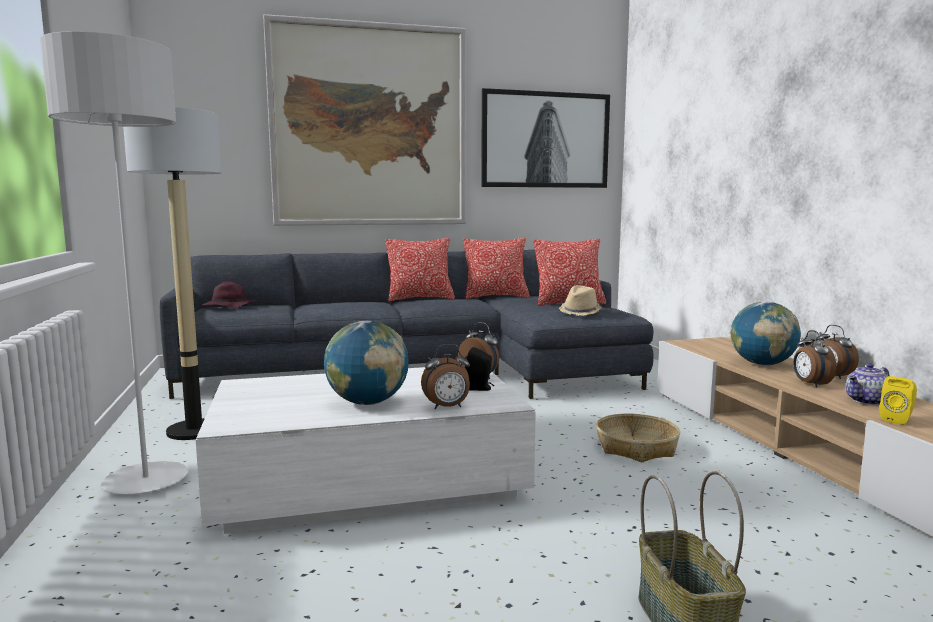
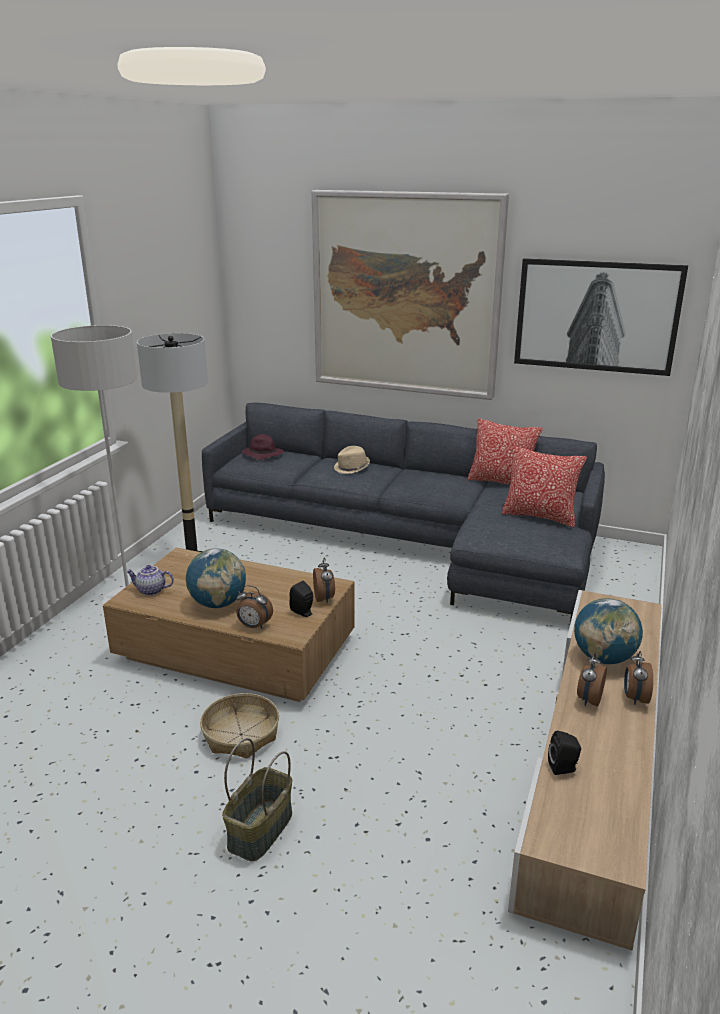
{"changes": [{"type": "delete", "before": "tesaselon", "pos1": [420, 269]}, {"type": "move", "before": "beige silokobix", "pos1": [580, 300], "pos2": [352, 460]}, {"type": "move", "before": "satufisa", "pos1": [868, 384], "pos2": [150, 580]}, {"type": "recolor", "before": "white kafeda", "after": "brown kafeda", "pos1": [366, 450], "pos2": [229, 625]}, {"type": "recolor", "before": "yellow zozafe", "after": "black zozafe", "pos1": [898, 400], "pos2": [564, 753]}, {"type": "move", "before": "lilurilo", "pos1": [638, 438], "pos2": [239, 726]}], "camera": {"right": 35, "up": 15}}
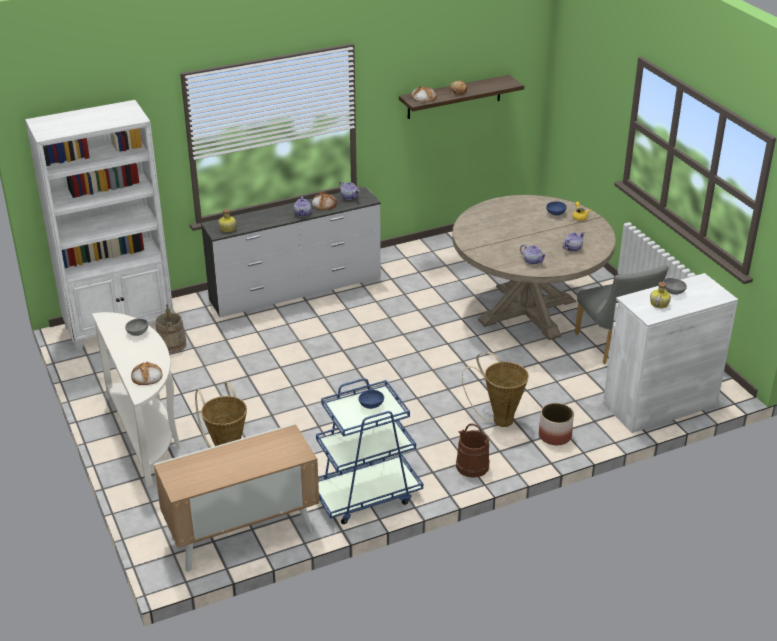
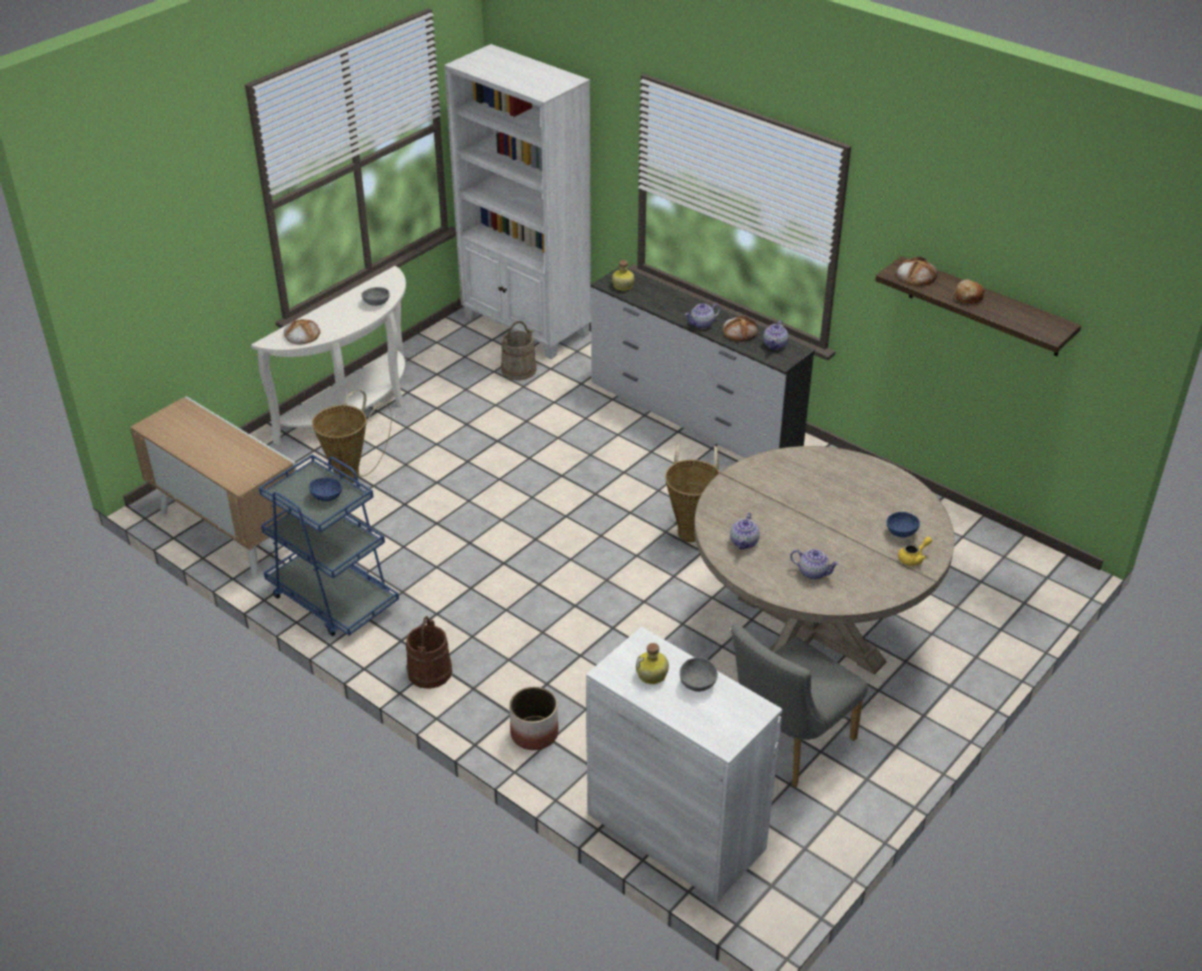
{"changes": [{"type": "move", "before": "lilurilo", "pos1": [495, 389], "pos2": [692, 492]}], "camera": {"right": 65, "up": 5}}
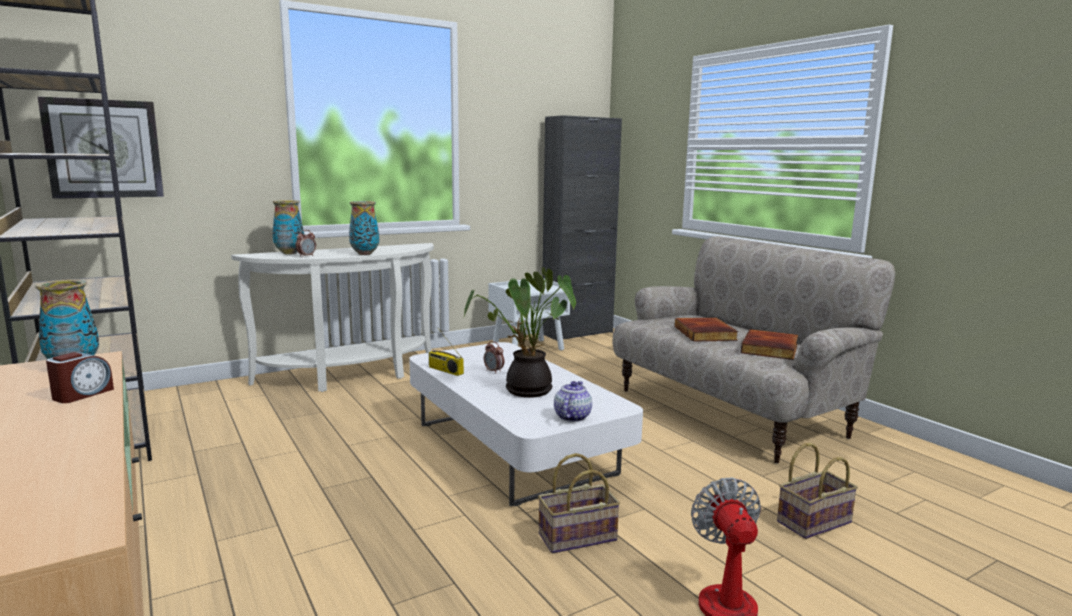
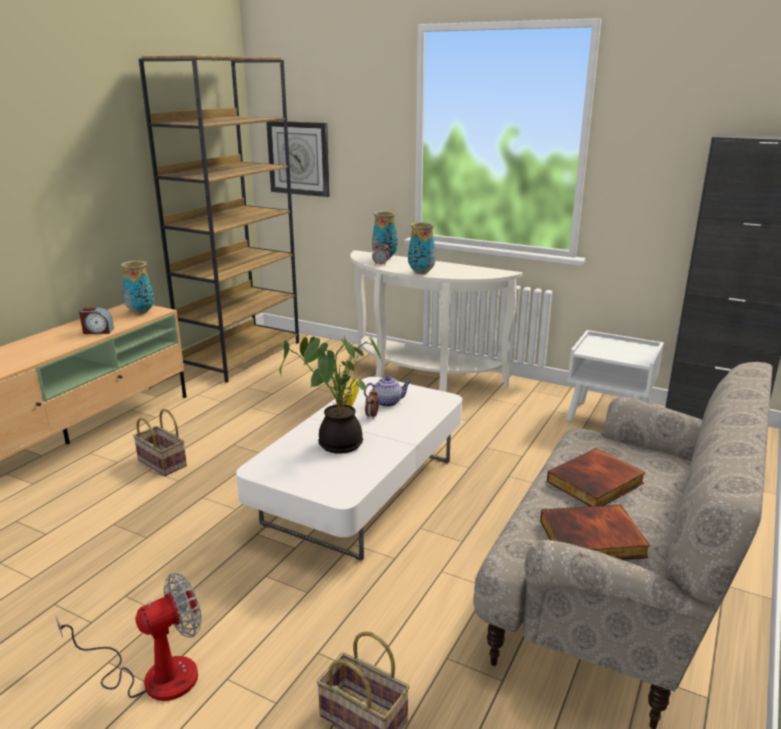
{"changes": [{"type": "move", "before": "satufisa", "pos1": [573, 401], "pos2": [387, 391]}, {"type": "move", "before": "lilurilo", "pos1": [579, 503], "pos2": [160, 442]}], "camera": {"right": 60, "up": 10}}
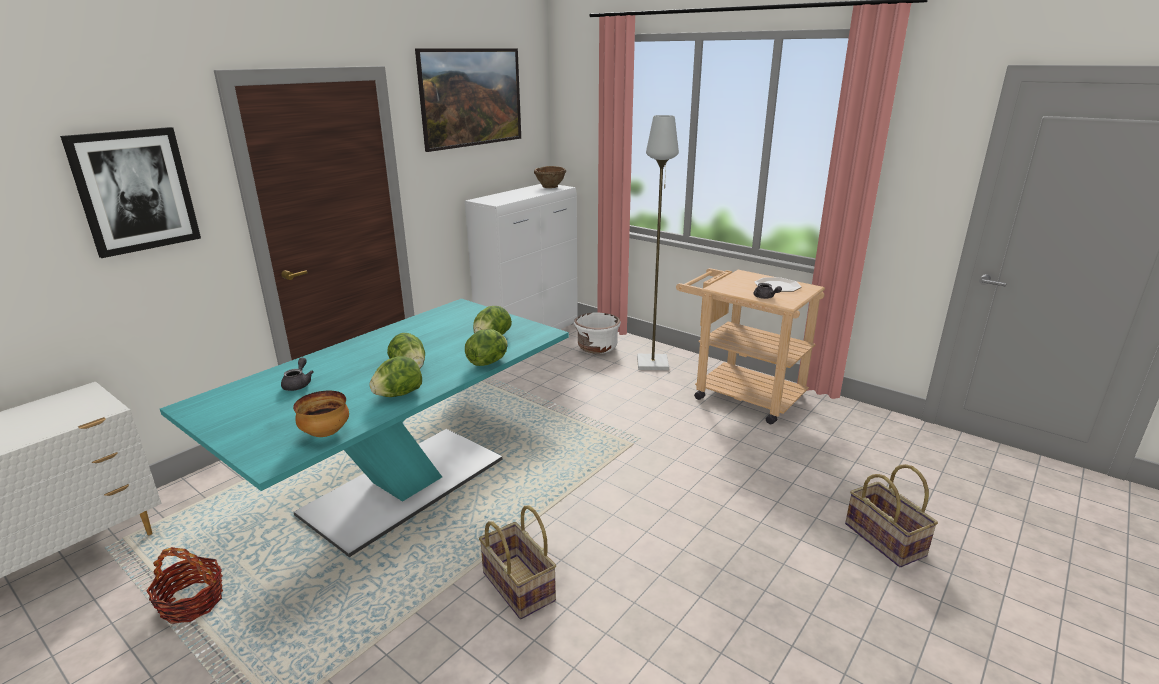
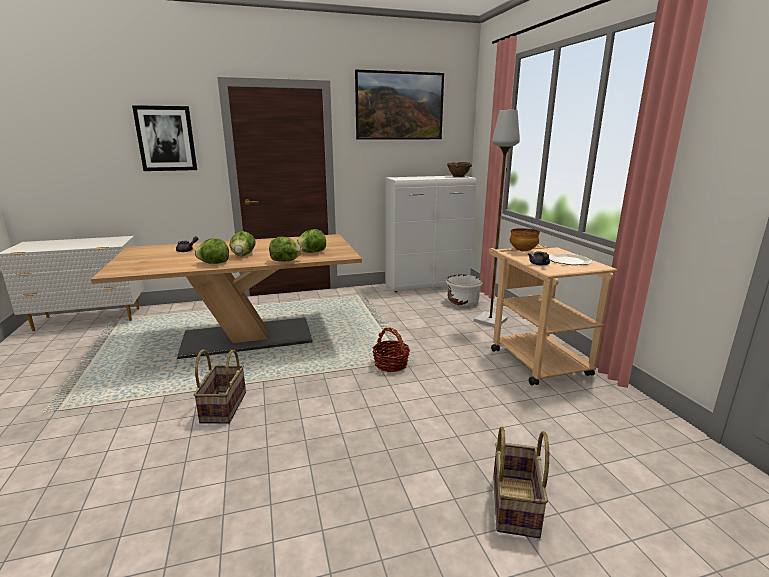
{"changes": [{"type": "recolor", "before": "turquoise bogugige", "after": "beige bogugige", "pos1": [364, 428], "pos2": [226, 296]}, {"type": "move", "before": "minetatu", "pos1": [321, 414], "pos2": [525, 239]}, {"type": "move", "before": "lilurilo", "pos1": [184, 585], "pos2": [391, 350]}], "camera": {"right": 35, "up": -5}}
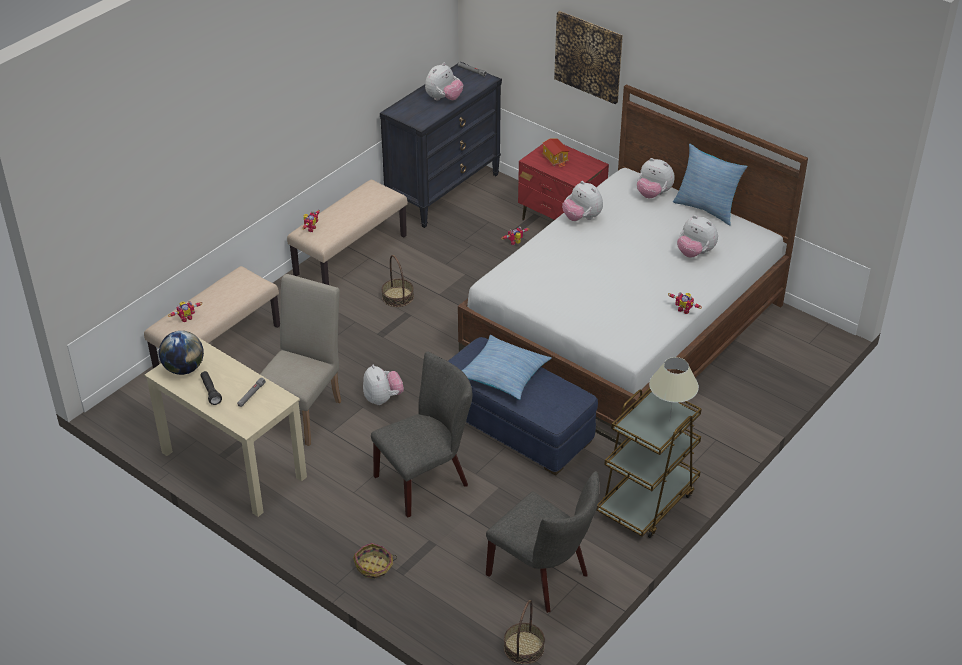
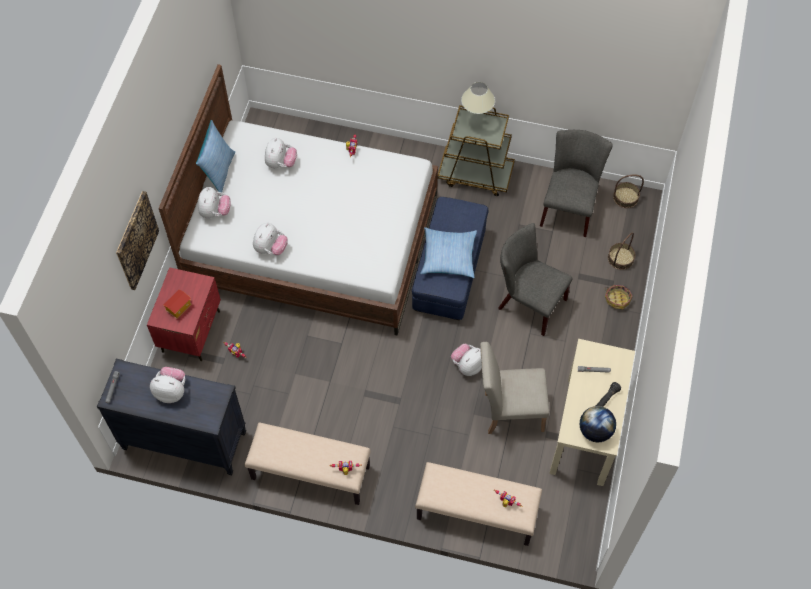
{"changes": [{"type": "move", "before": "lilurilo", "pos1": [398, 281], "pos2": [622, 251]}], "camera": {"right": -115, "up": 20}}
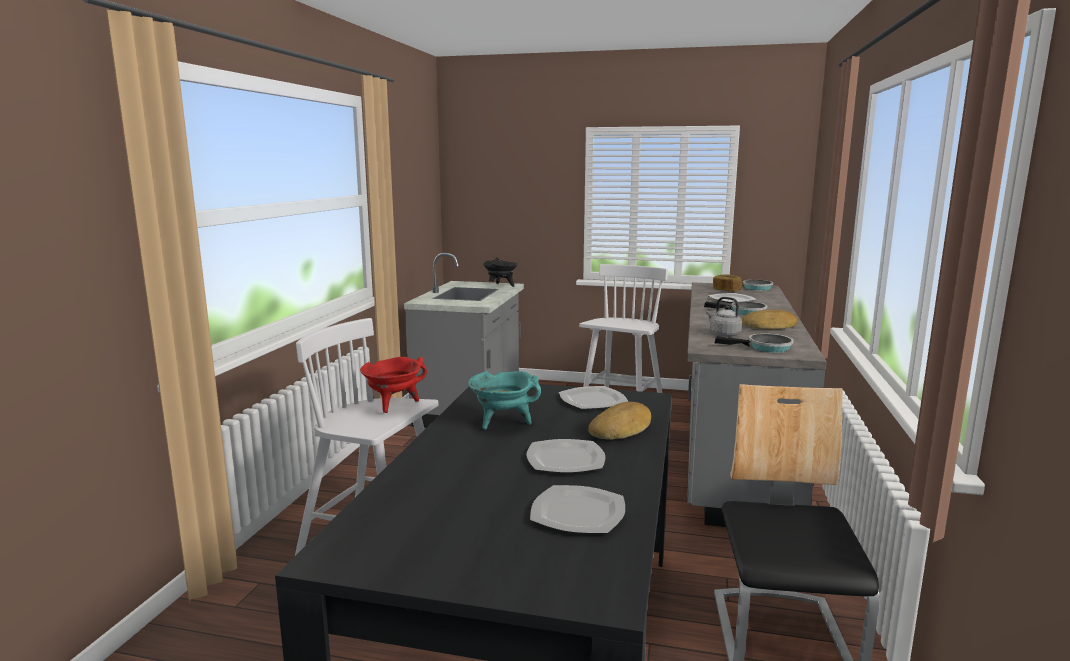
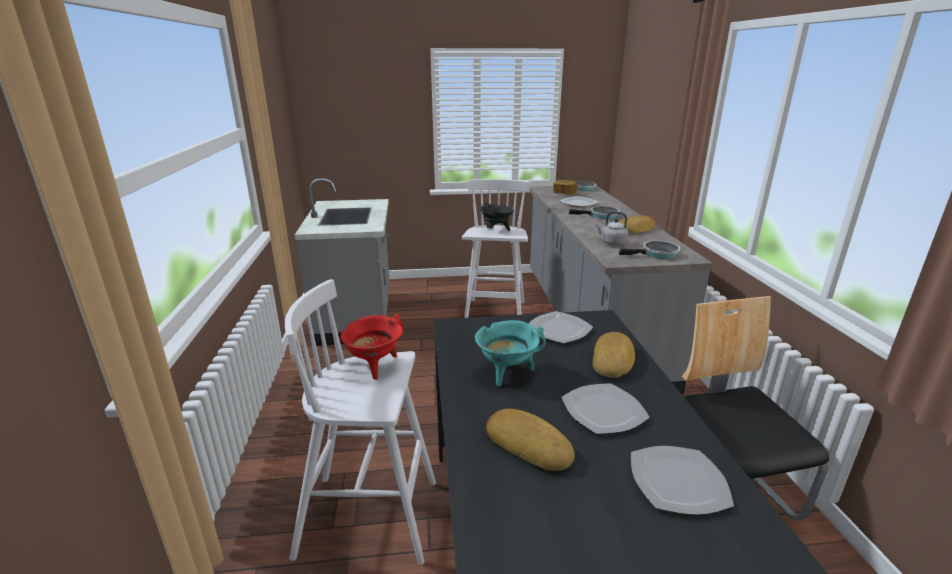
{"changes": [{"type": "move", "before": "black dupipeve", "pos1": [500, 272], "pos2": [497, 216]}, {"type": "insert", "after": "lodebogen", "pos2": [530, 440]}], "camera": {"right": -20, "up": 10}}
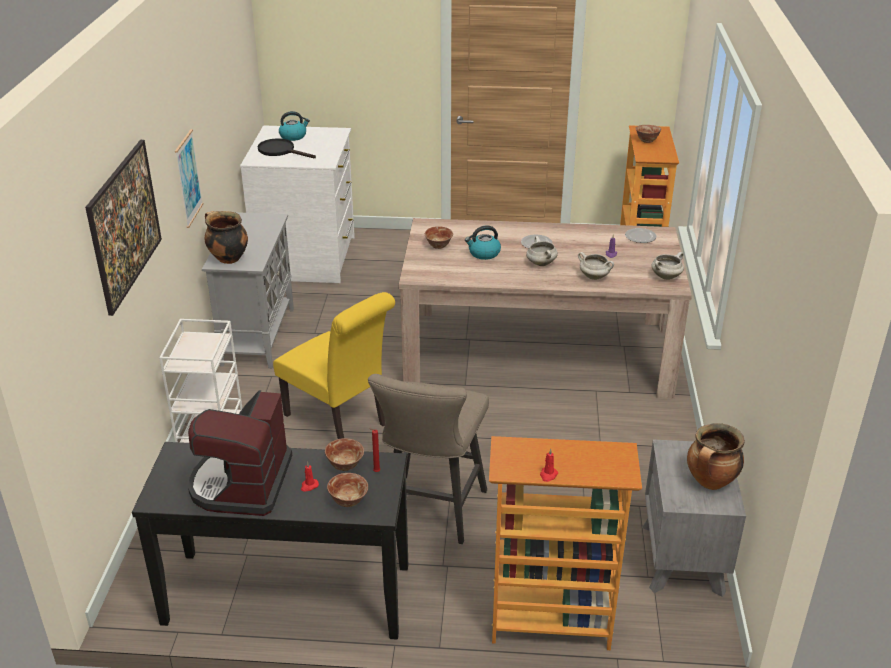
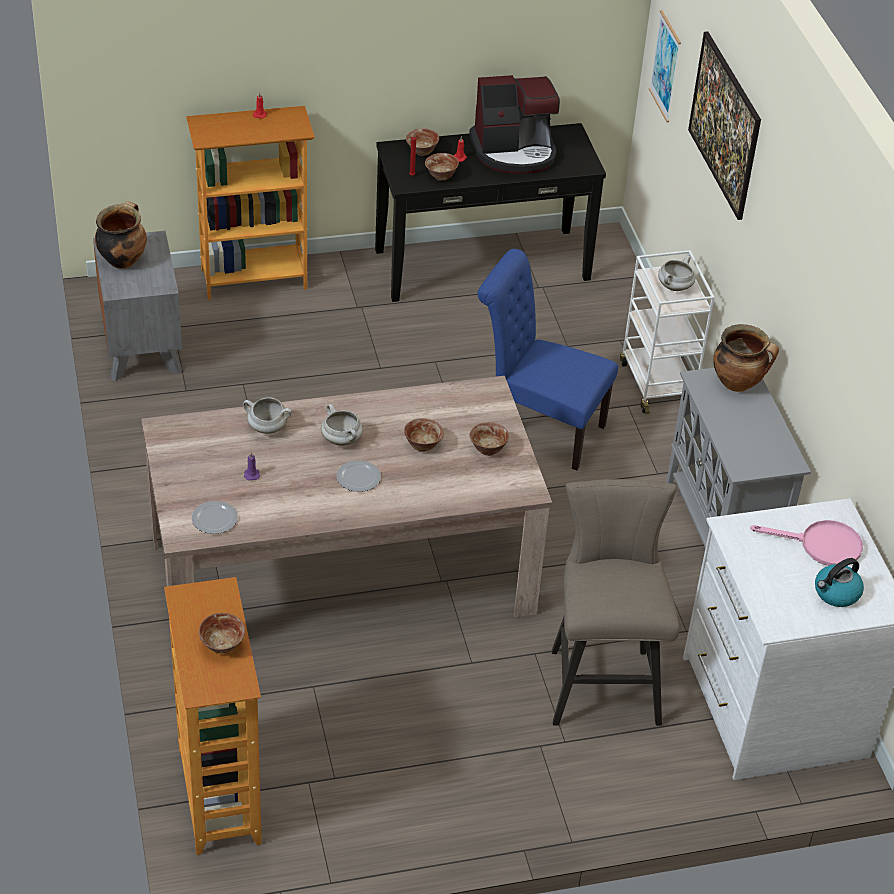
{"changes": [{"type": "move", "before": "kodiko", "pos1": [189, 178], "pos2": [665, 66]}, {"type": "recolor", "before": "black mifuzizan", "after": "pink mifuzizan", "pos1": [286, 148], "pos2": [806, 543]}, {"type": "replace", "before": "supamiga", "after": "minetatu", "pos1": [483, 242], "pos2": [424, 435]}, {"type": "move", "before": "white dupipeve", "pos1": [667, 266], "pos2": [677, 273]}, {"type": "recolor", "before": "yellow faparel", "after": "blue faparel", "pos1": [334, 365], "pos2": [547, 360]}, {"type": "move", "before": "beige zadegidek", "pos1": [428, 459], "pos2": [616, 602]}, {"type": "rotate", "before": "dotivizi", "pos1": [240, 453], "pos2": [514, 124], "turn": 90}], "camera": {"right": 160, "up": 10}}
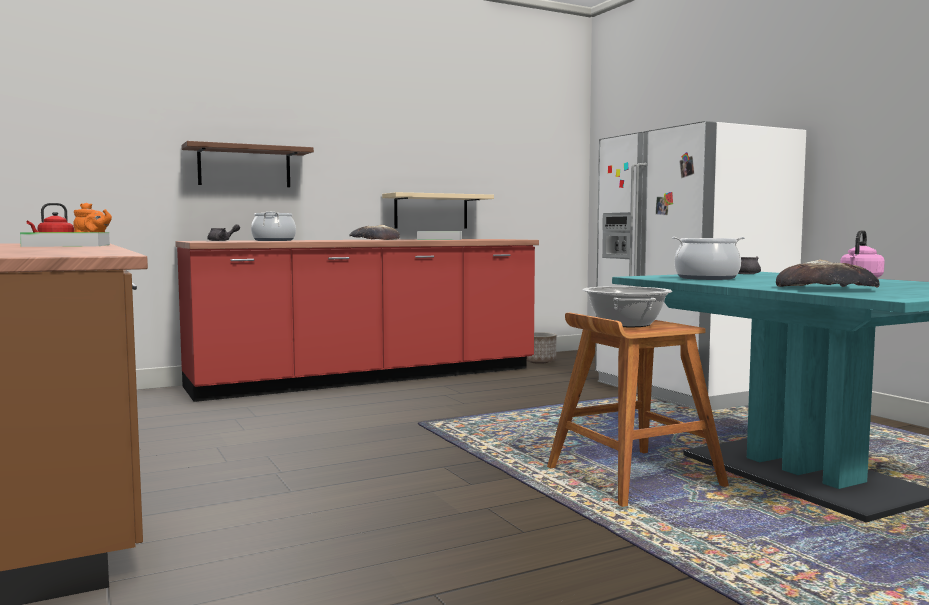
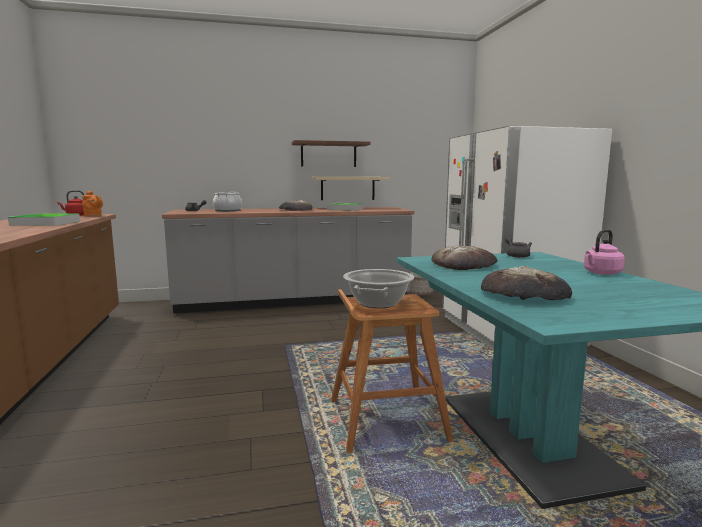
{"changes": [{"type": "move", "before": "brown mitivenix", "pos1": [247, 164], "pos2": [331, 153]}, {"type": "replace", "before": "dupipeve", "after": "lodebogen", "pos1": [708, 258], "pos2": [465, 258]}, {"type": "recolor", "before": "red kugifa", "after": "grey kugifa", "pos1": [357, 320], "pos2": [288, 260]}], "camera": {"right": 15, "up": 5}}
